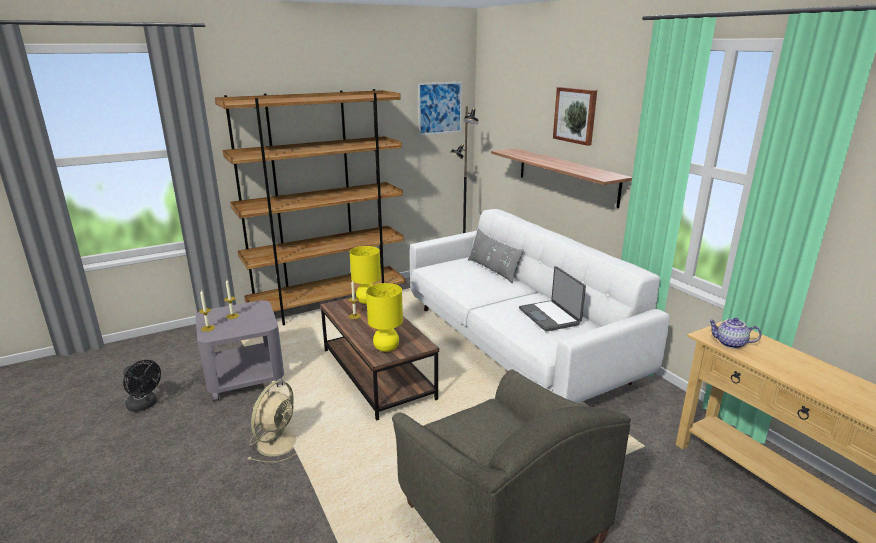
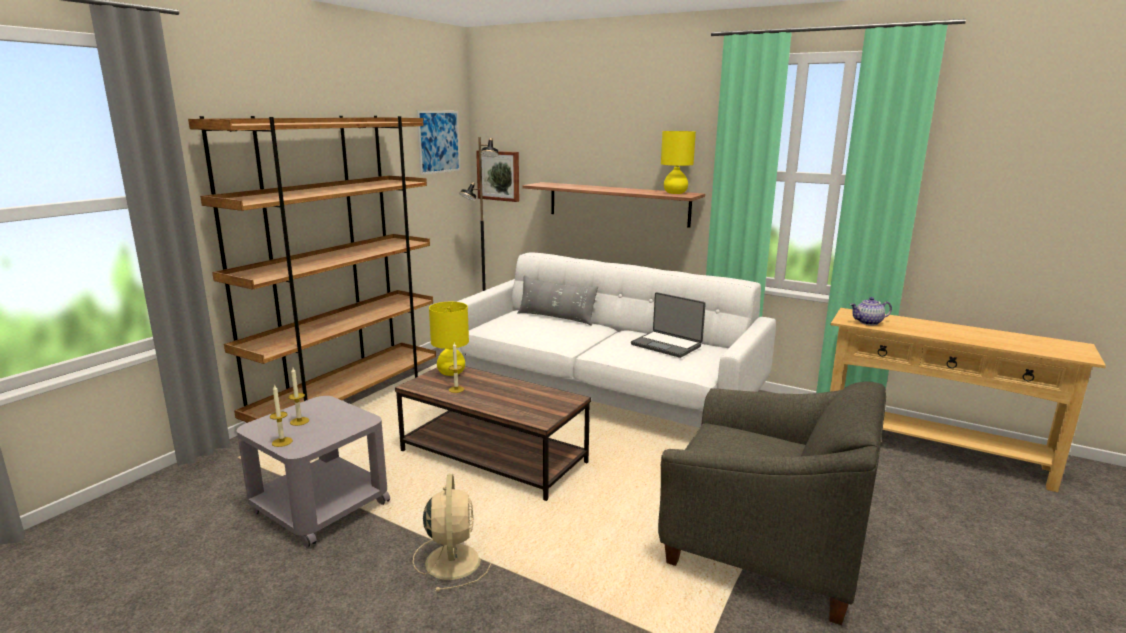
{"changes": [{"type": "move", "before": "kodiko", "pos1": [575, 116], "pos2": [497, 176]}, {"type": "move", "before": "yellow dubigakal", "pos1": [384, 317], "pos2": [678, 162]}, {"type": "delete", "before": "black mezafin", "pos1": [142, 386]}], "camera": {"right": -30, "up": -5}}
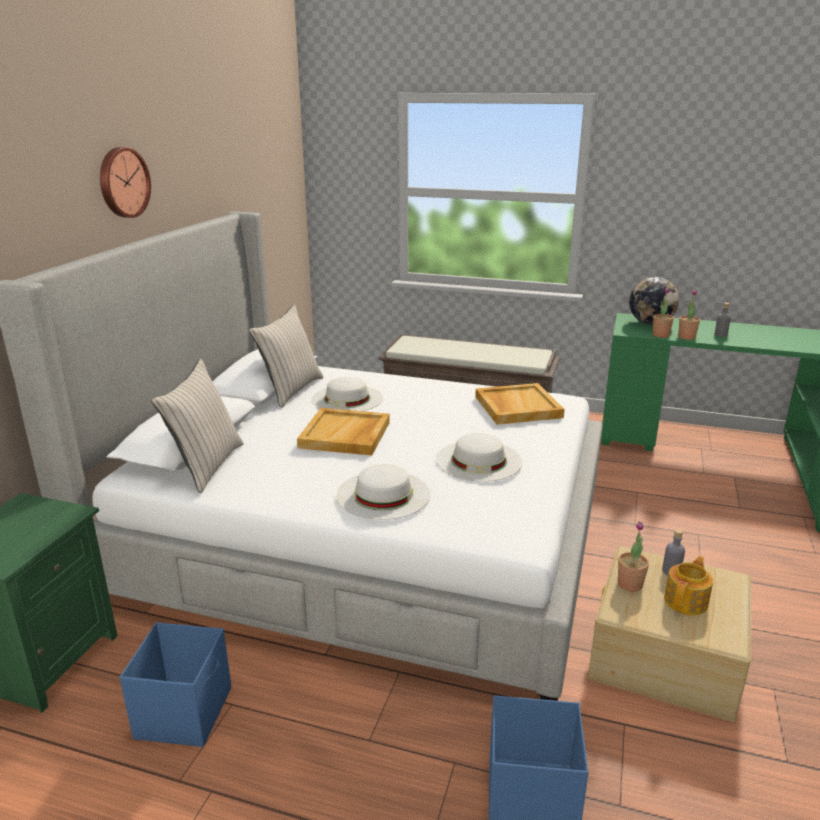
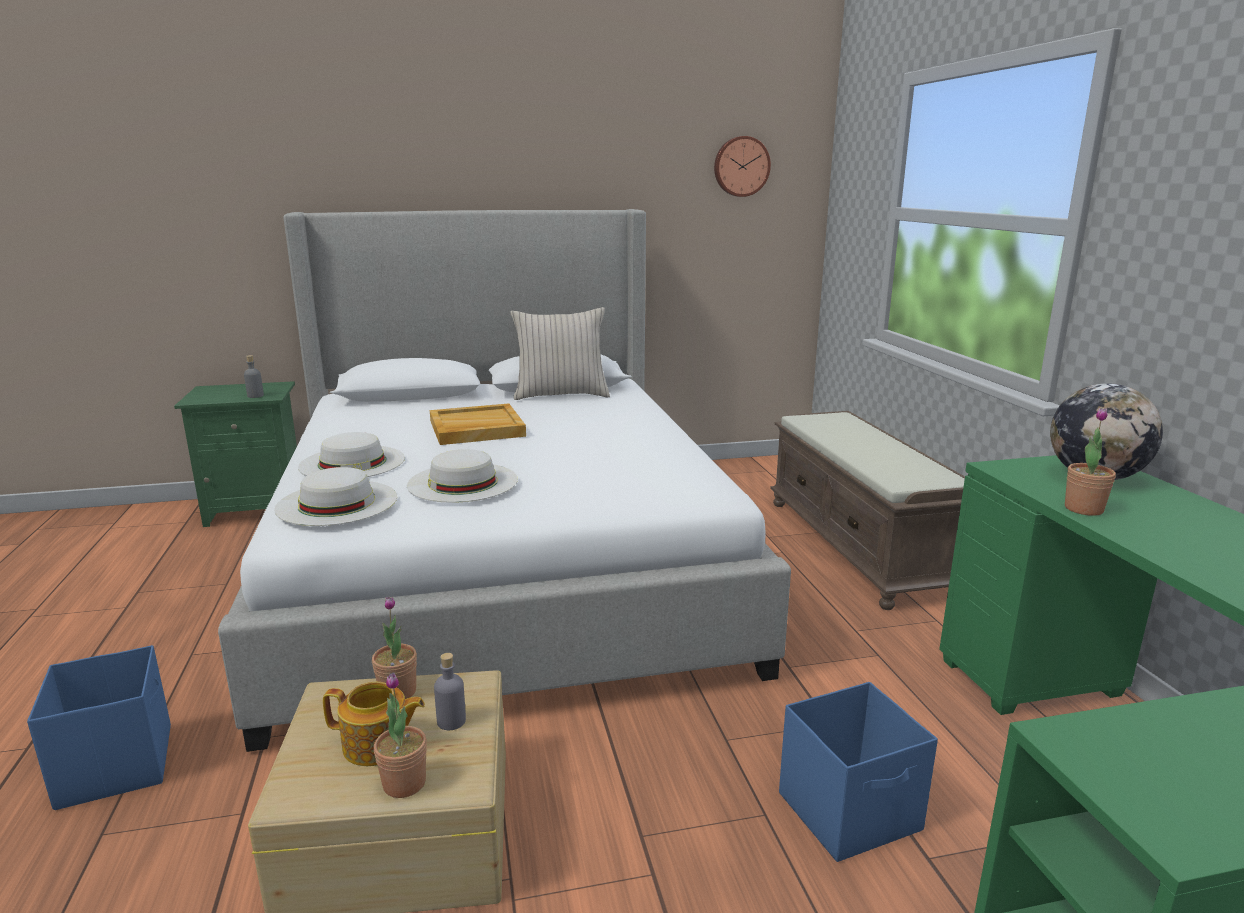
{"changes": [{"type": "move", "before": "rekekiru", "pos1": [125, 182], "pos2": [742, 166]}, {"type": "move", "before": "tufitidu", "pos1": [663, 313], "pos2": [400, 735]}, {"type": "move", "before": "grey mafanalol", "pos1": [723, 320], "pos2": [254, 376]}, {"type": "delete", "before": "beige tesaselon", "pos1": [197, 426]}, {"type": "move", "before": "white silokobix", "pos1": [347, 394], "pos2": [335, 496]}, {"type": "delete", "before": "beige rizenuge", "pos1": [520, 404]}, {"type": "move", "before": "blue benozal", "pos1": [175, 684], "pos2": [858, 772]}], "camera": {"right": 60, "up": -5}}
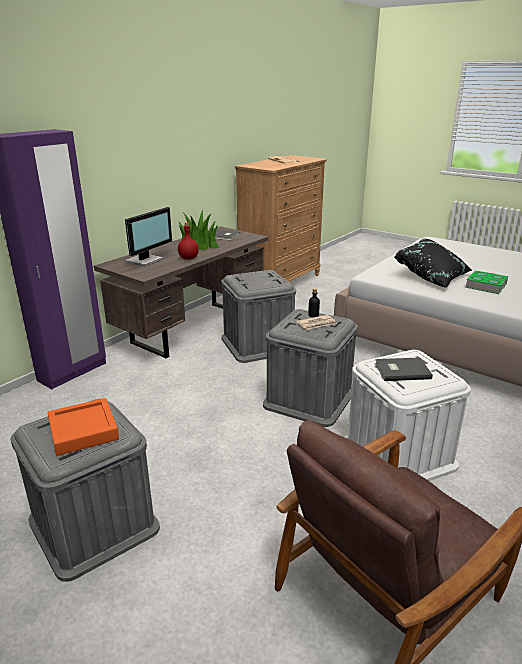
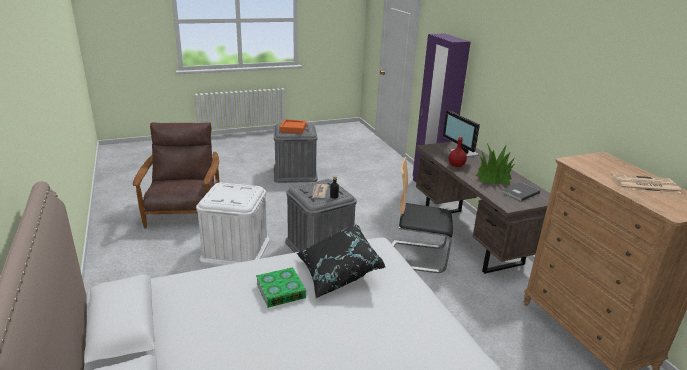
{"changes": [{"type": "replace", "before": "grey benozal", "after": "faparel", "pos1": [258, 316], "pos2": [422, 215]}, {"type": "delete", "before": "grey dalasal", "pos1": [404, 369]}], "camera": {"right": 120, "up": 0}}
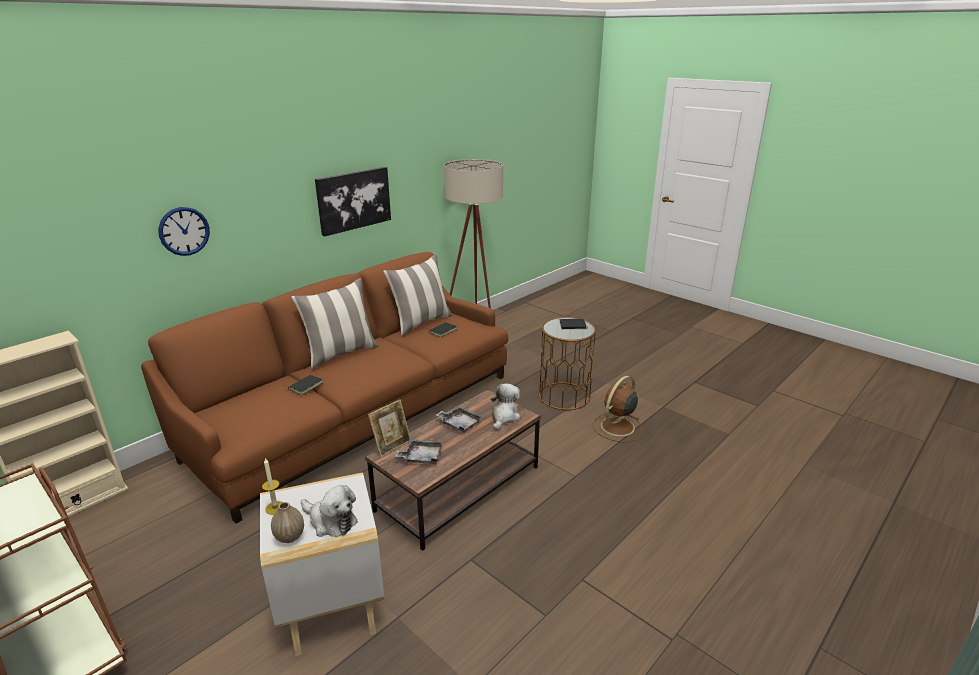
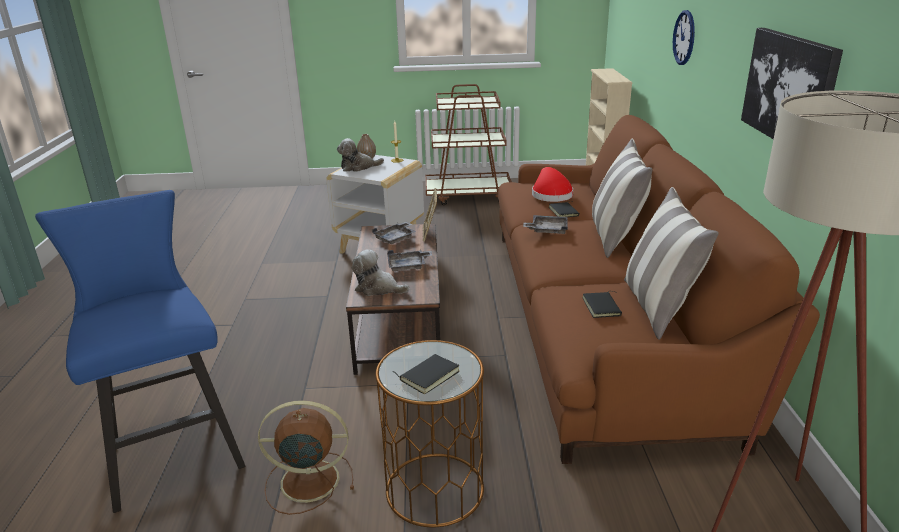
{"changes": [{"type": "rotate", "before": "brown mezafin", "pos1": [616, 409], "pos2": [306, 457], "turn": -90}, {"type": "rotate", "before": "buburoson", "pos1": [505, 406], "pos2": [381, 272], "turn": 135}, {"type": "insert", "after": "red silokobix", "pos2": [552, 184]}, {"type": "insert", "after": "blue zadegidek", "pos2": [140, 351]}, {"type": "insert", "after": "grey rizenuge", "pos2": [545, 224]}], "camera": {"right": 135, "up": 0}}
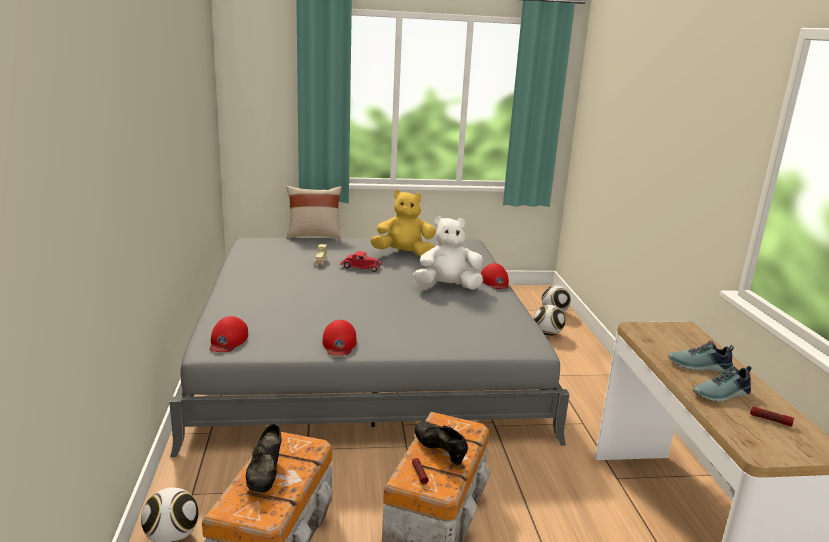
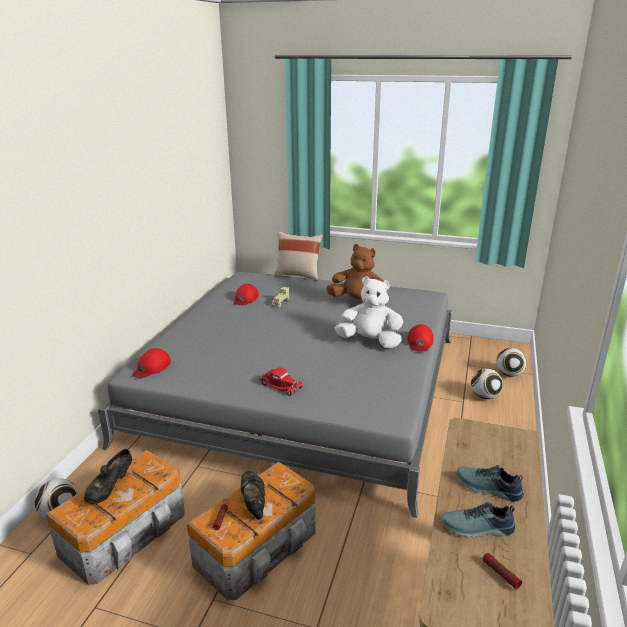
{"changes": [{"type": "recolor", "before": "yellow buburoson", "after": "brown buburoson", "pos1": [403, 223], "pos2": [355, 272]}, {"type": "move", "before": "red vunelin", "pos1": [361, 261], "pos2": [280, 381]}, {"type": "move", "before": "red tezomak", "pos1": [339, 338], "pos2": [246, 294]}], "camera": {"right": 25, "up": 5}}
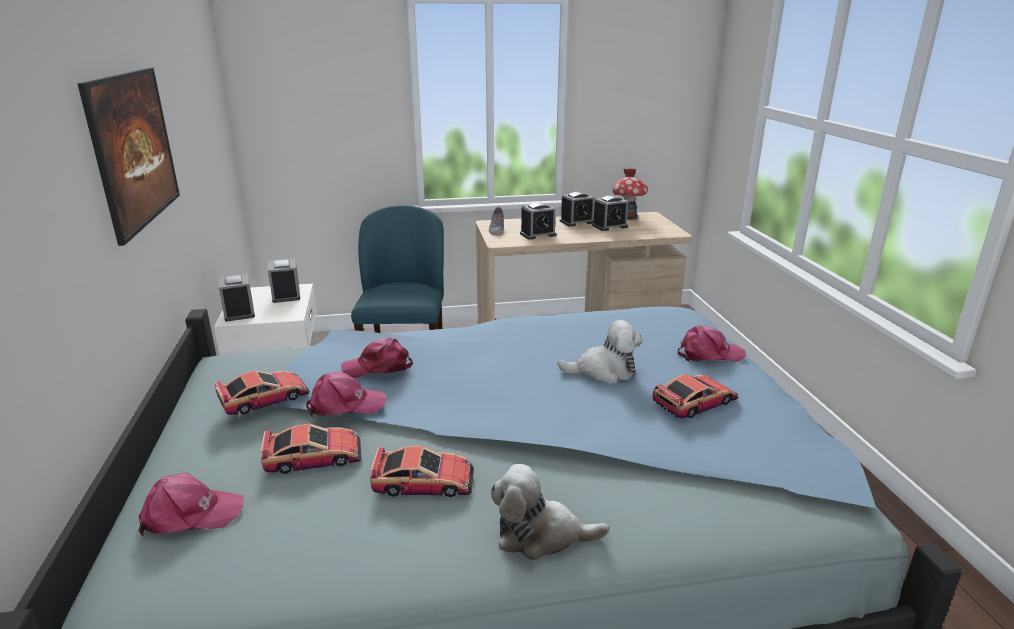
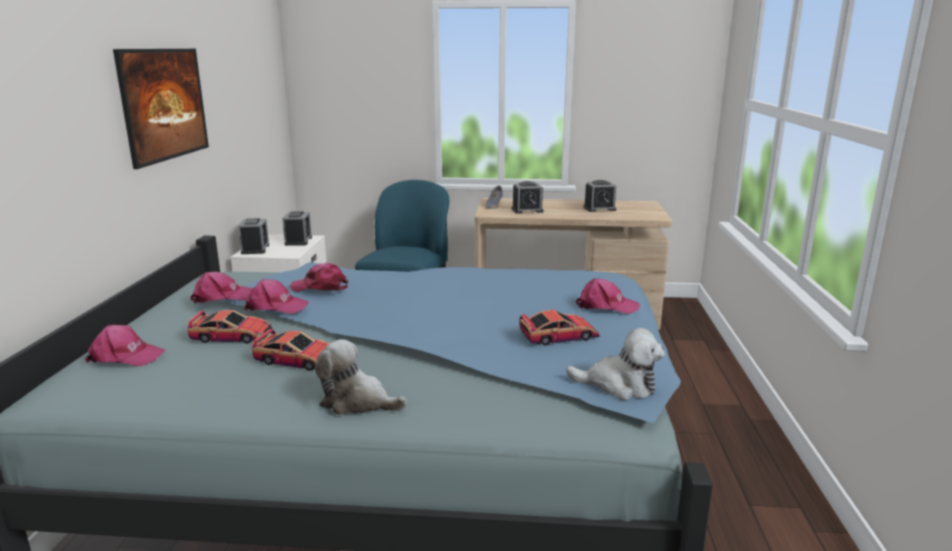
{"changes": [{"type": "delete", "before": "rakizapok", "pos1": [630, 194]}, {"type": "delete", "before": "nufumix", "pos1": [577, 209]}, {"type": "move", "before": "buburoson", "pos1": [600, 352], "pos2": [615, 364]}, {"type": "replace", "before": "vunelin", "after": "pink tezomak", "pos1": [262, 392], "pos2": [221, 288]}], "camera": {"right": 15, "up": -5}}
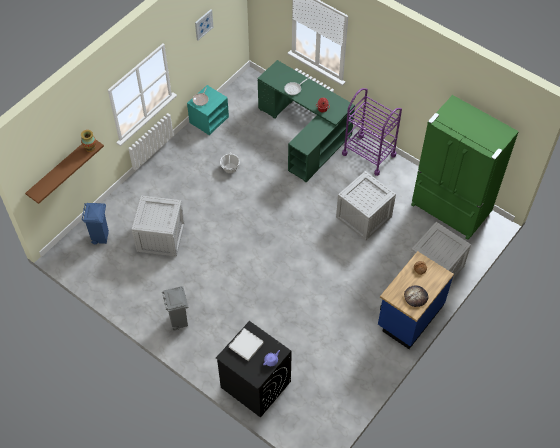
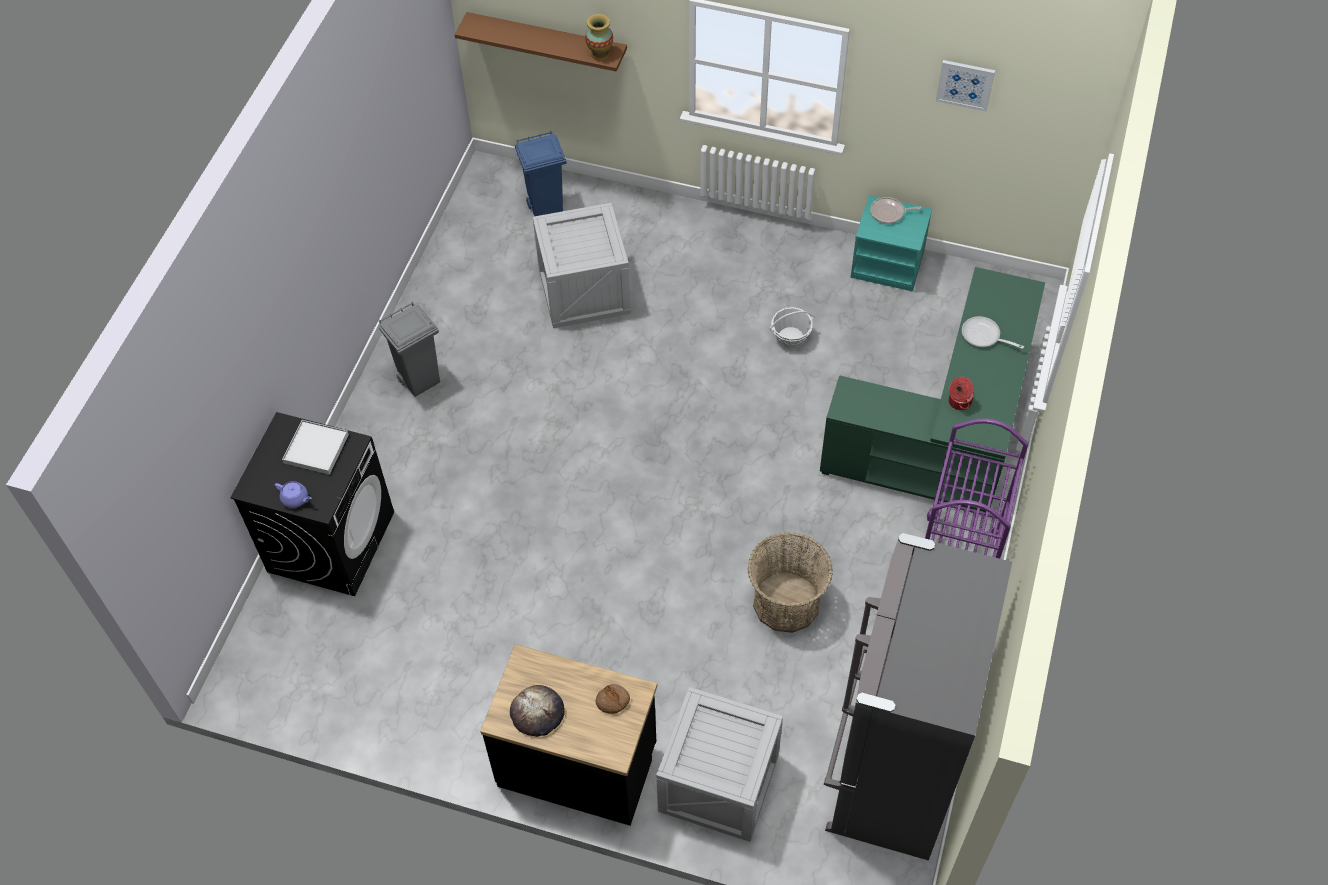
{"changes": [{"type": "recolor", "before": "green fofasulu", "after": "grey fofasulu", "pos1": [465, 167], "pos2": [918, 696]}, {"type": "replace", "before": "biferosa", "after": "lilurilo", "pos1": [366, 206], "pos2": [790, 582]}, {"type": "recolor", "before": "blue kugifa", "after": "black kugifa", "pos1": [416, 300], "pos2": [568, 735]}], "camera": {"right": 70, "up": 0}}
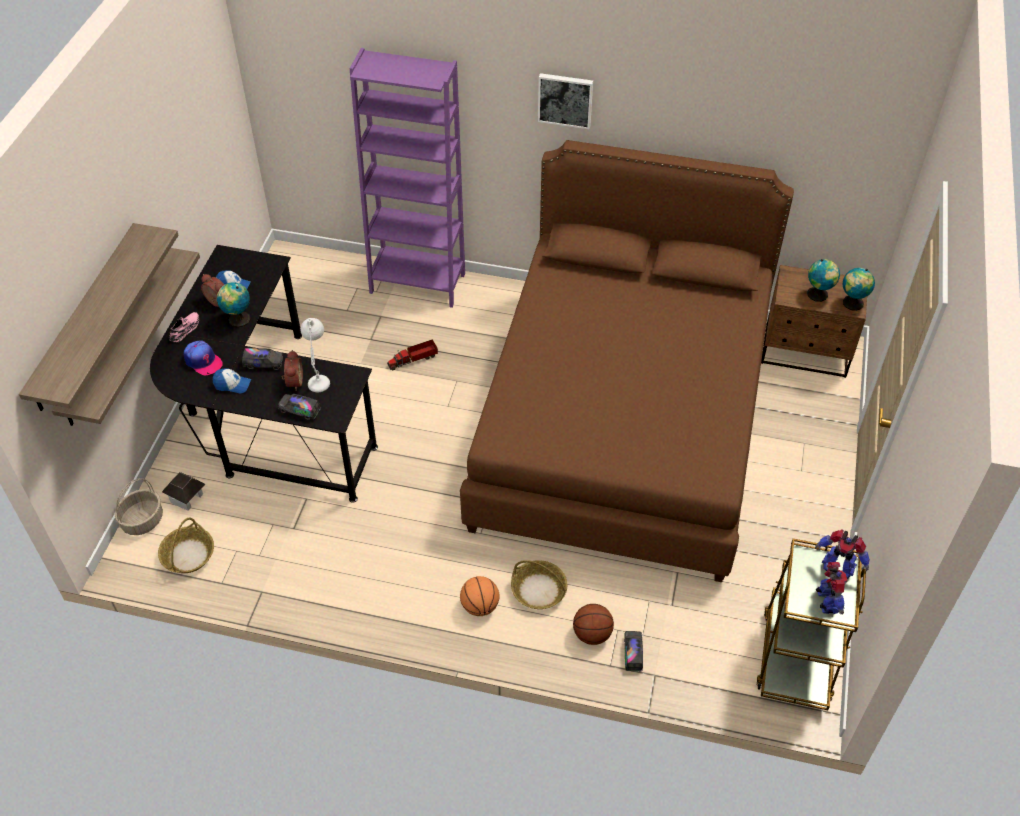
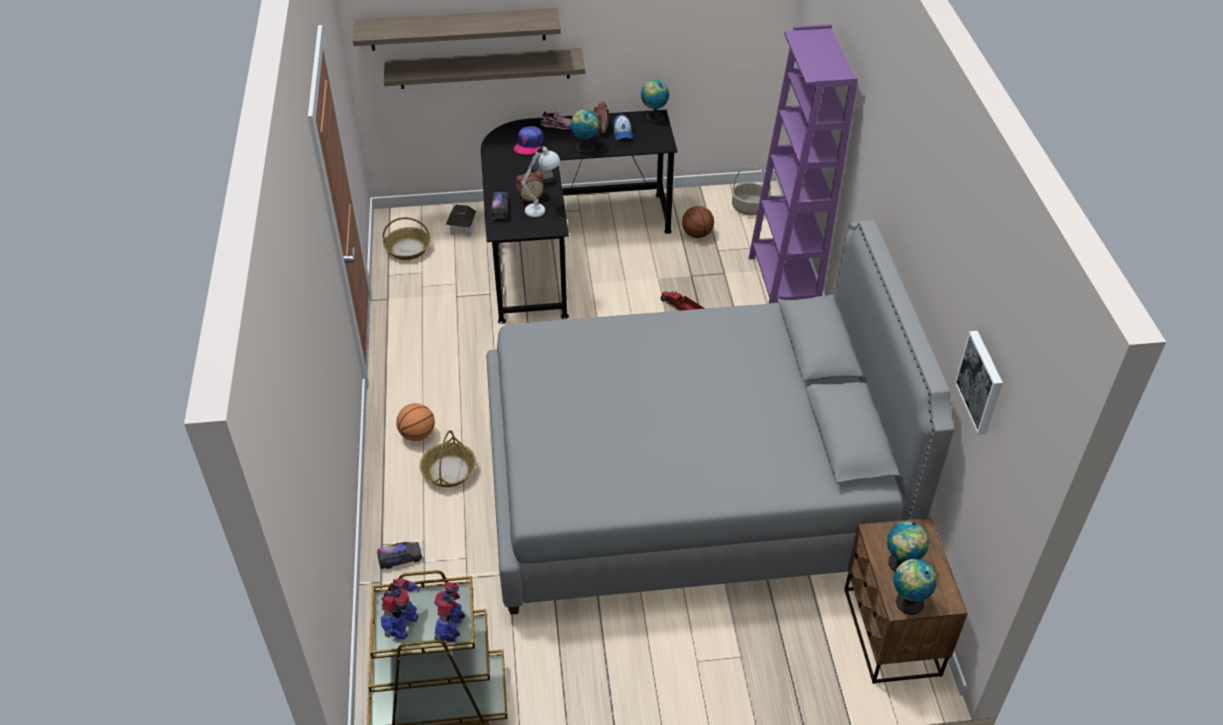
{"changes": [{"type": "move", "before": "kodiko", "pos1": [565, 101], "pos2": [978, 383]}, {"type": "recolor", "before": "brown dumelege", "after": "grey dumelege", "pos1": [627, 361], "pos2": [720, 417]}, {"type": "delete", "before": "tezomak", "pos1": [232, 380]}, {"type": "move", "before": "lilurilo", "pos1": [139, 506], "pos2": [751, 190]}, {"type": "rotate", "before": "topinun", "pos1": [832, 588], "pos2": [401, 608], "turn": -45}, {"type": "move", "before": "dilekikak", "pos1": [593, 624], "pos2": [698, 222]}, {"type": "insert", "after": "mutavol", "pos2": [655, 101]}], "camera": {"right": 70, "up": -5}}
